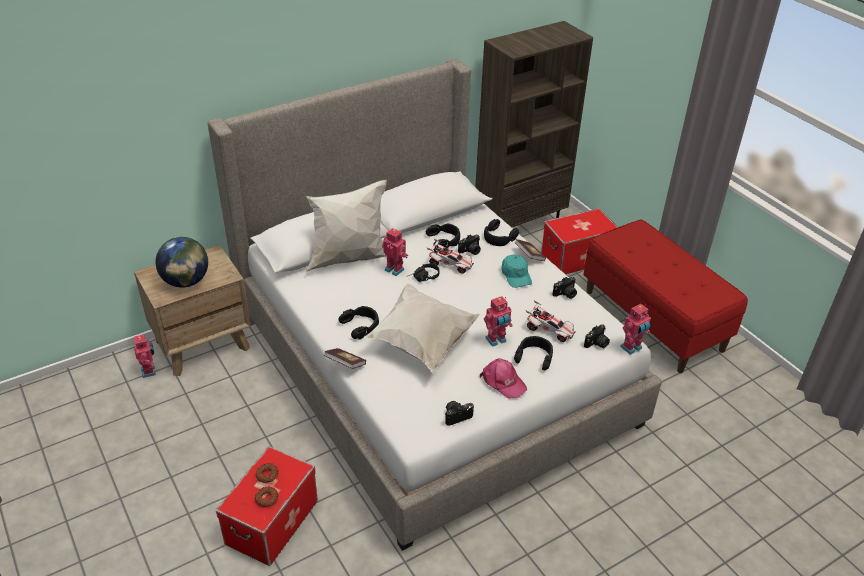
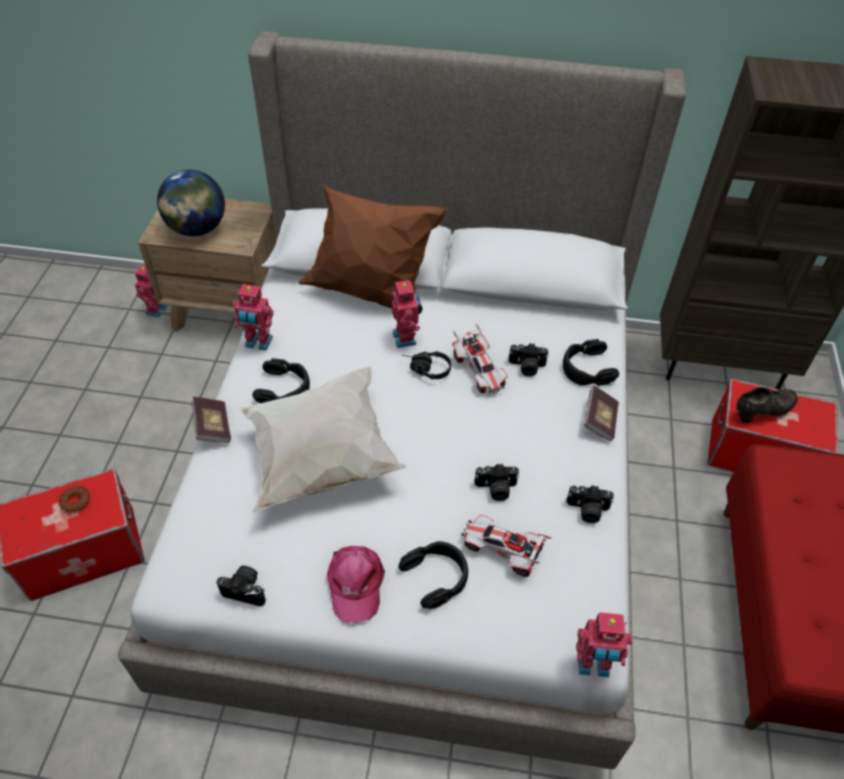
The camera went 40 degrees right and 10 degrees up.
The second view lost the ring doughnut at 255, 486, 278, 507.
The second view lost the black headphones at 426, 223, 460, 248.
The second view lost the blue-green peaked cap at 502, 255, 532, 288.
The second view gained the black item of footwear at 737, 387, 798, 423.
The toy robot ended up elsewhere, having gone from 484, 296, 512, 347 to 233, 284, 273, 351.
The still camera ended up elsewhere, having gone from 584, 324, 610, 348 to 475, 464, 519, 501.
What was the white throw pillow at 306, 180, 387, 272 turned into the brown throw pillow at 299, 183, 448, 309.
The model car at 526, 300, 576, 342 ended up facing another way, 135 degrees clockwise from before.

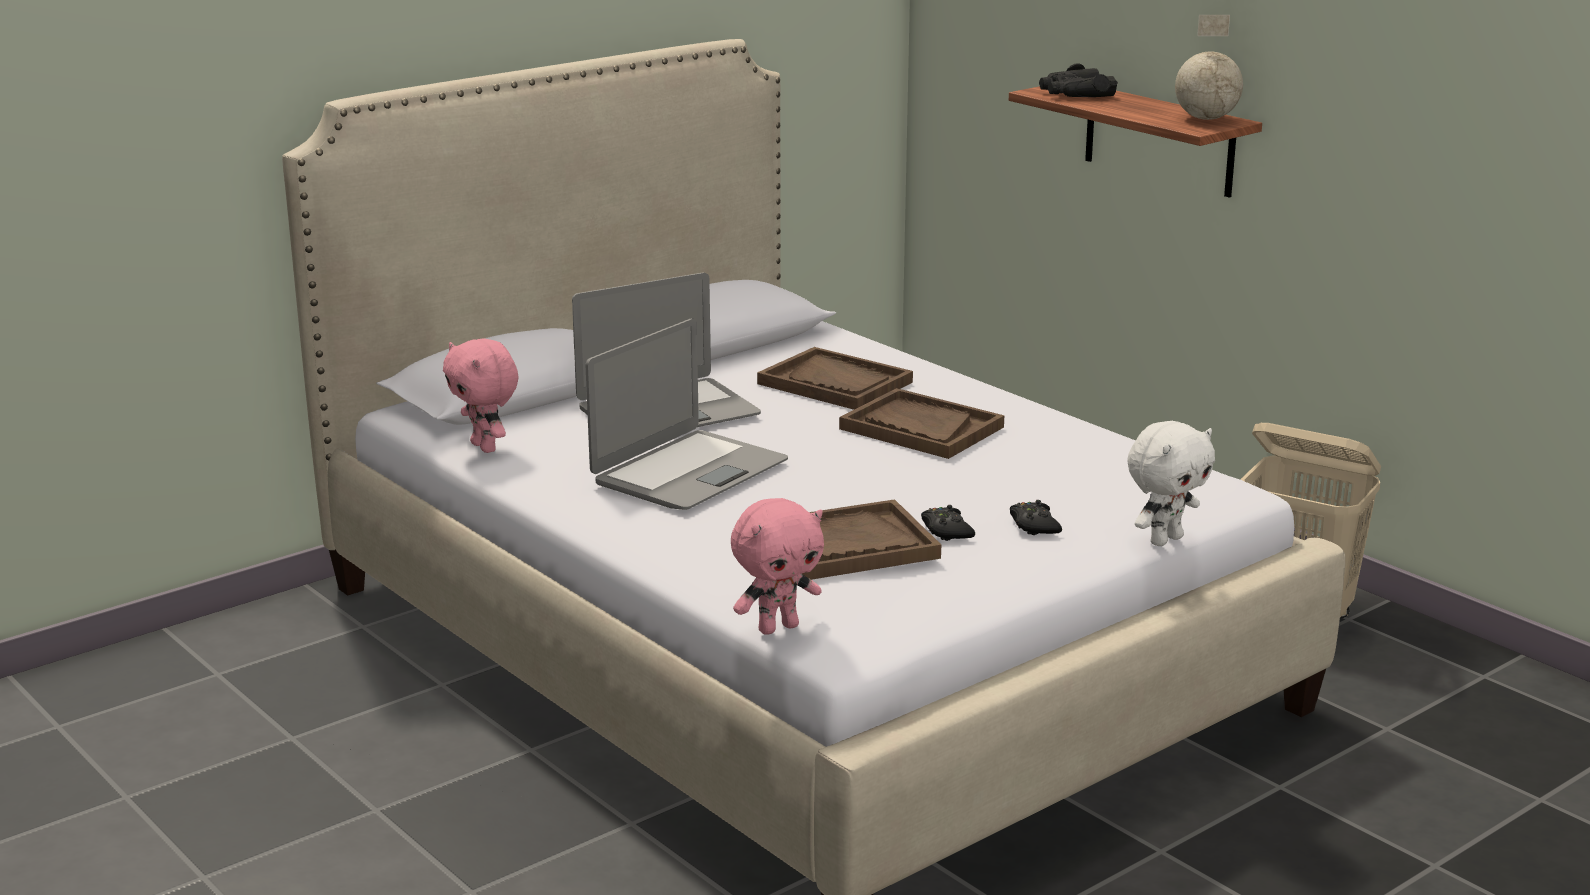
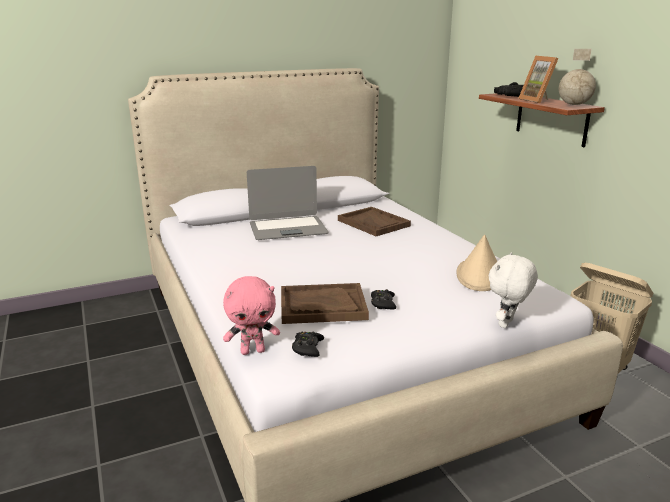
The camera went 15 degrees right and 0 degrees up.
The second view lost the pink-coloured plush toy at 443, 338, 519, 453.
The second view lost the portable computer at 585, 319, 788, 510.
The second view lost the brown tray at 839, 388, 1004, 459.
The second view gained the sand-coloured hat at 457, 235, 498, 291.
The second view gained the picture frame at 518, 56, 558, 103.
The black joypad ended up elsewhere, having gone from 1010, 500, 1062, 535 to 292, 332, 324, 357.
The white plush toy at 1127, 421, 1215, 546 ended up facing another way, 150 degrees clockwise from before.

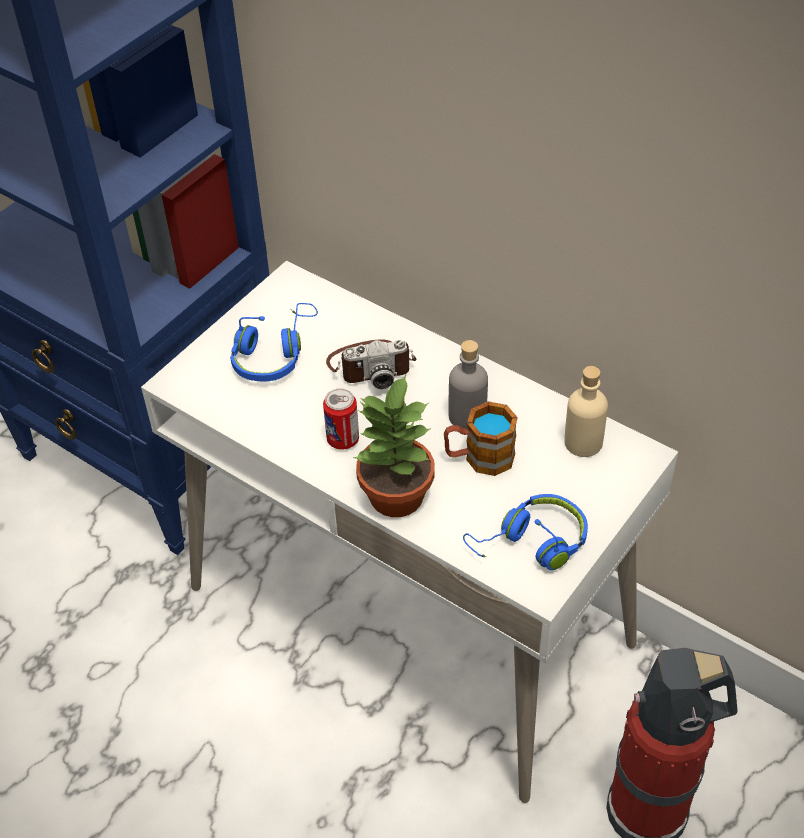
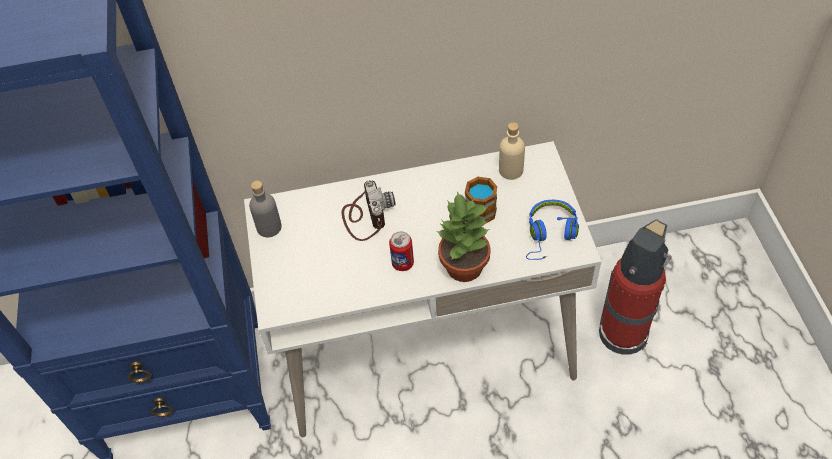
The camera went 45 degrees left and 5 degrees up.
The second view lost the bluish headphones at 230, 303, 318, 382.
The grey bottle ended up elsewhere, having gone from 448, 340, 488, 429 to 249, 181, 282, 237.
The still camera at 326, 339, 416, 389 ended up facing another way, 45 degrees counterclockwise from before.

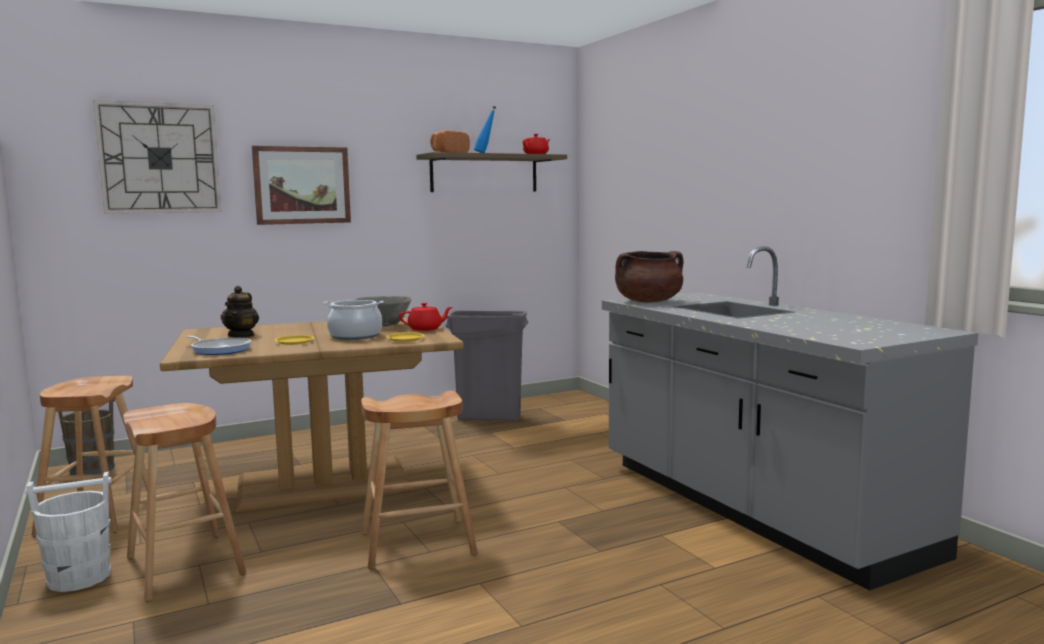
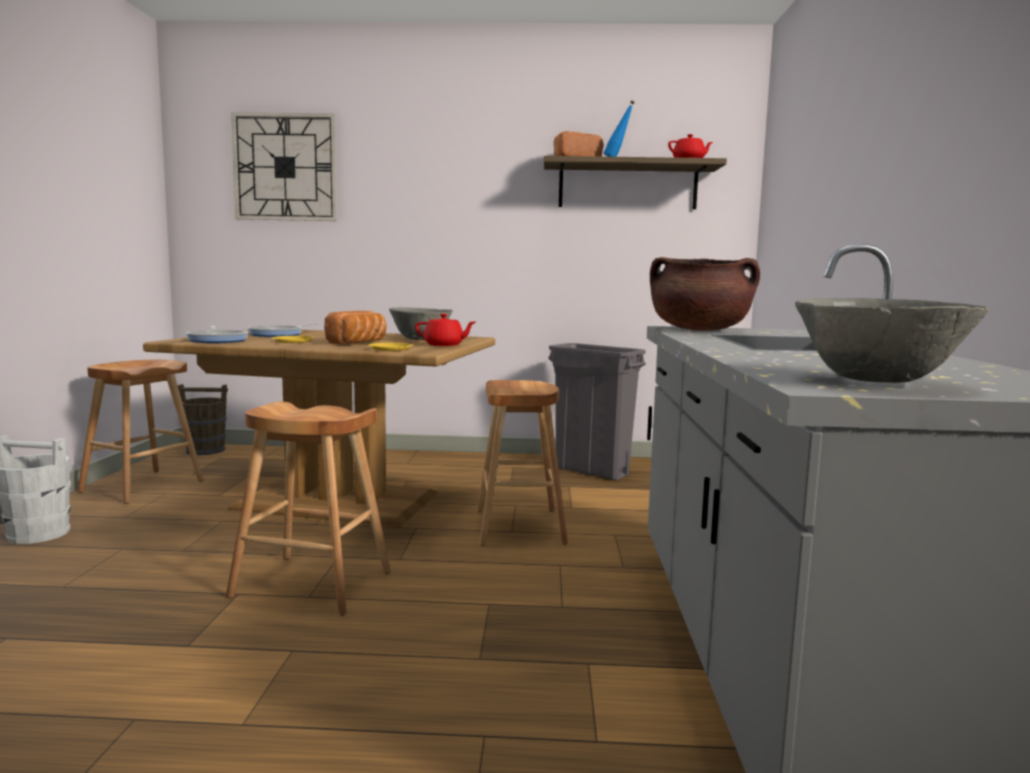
The camera went 30 degrees right and 0 degrees up.
The second view lost the wall art at 252, 146, 351, 225.
The second view gained the grey deep dish at 795, 298, 989, 383.
The brown stool seat ended up elsewhere, having gone from 123, 403, 246, 601 to 477, 380, 568, 545.
Where the teapot stood at 221, 286, 259, 338, the frying pan came to stand at 248, 323, 318, 337.
Where the cooking pot stood at 324, 300, 384, 340, the baked bread came to stand at 324, 311, 387, 344.

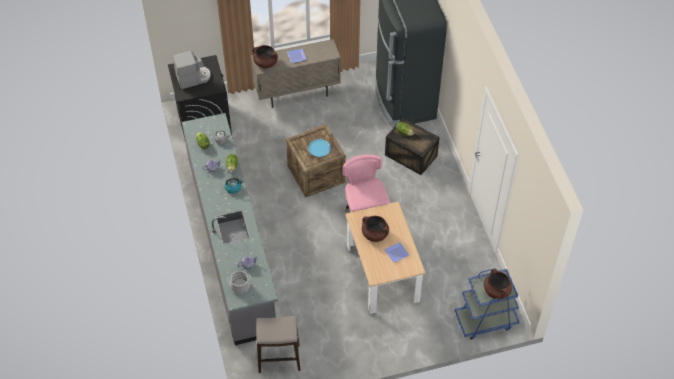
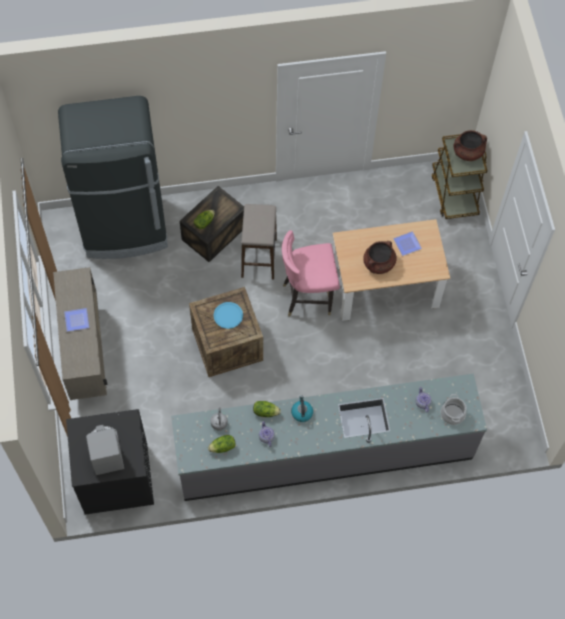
The camera went 85 degrees left and 10 degrees up.
The second view lost the brown cooking pot at 252, 45, 278, 68.
The stool seat ended up elsewhere, having gone from 256, 316, 301, 373 to 241, 204, 277, 280.
What was the bluish cart at 455, 268, 519, 339 turned into the brown cart at 432, 134, 487, 219.

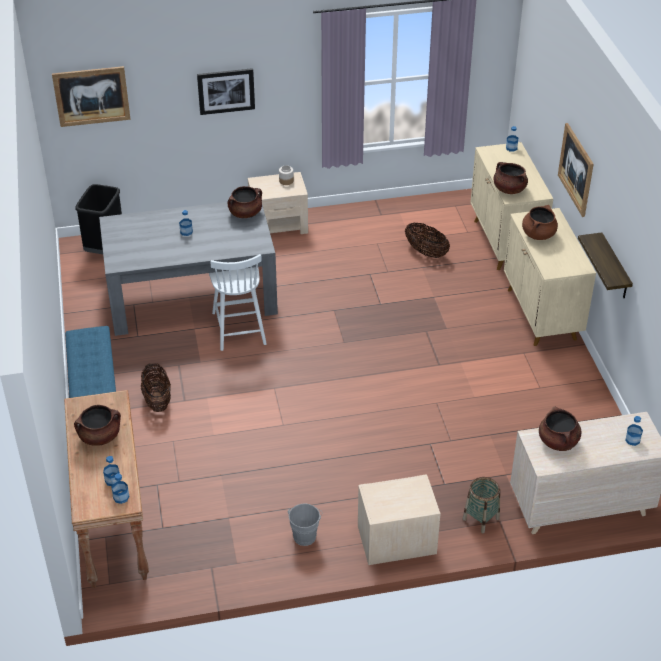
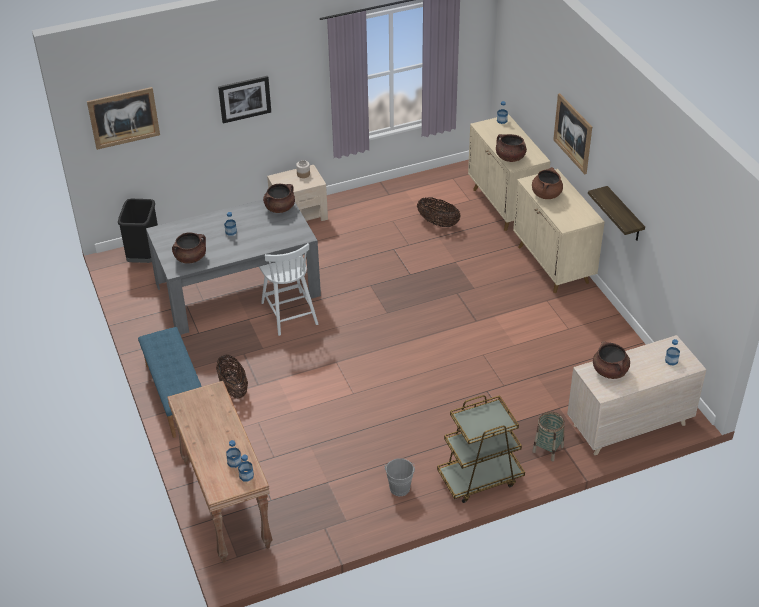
The camera went 10 degrees left and 0 degrees up.
The brown cooking pot ended up elsewhere, having gone from 74, 405, 121, 446 to 172, 233, 206, 263.
Where the sand-coloured night table stood at 358, 474, 441, 565, the brown cart came to stand at 437, 395, 525, 503.

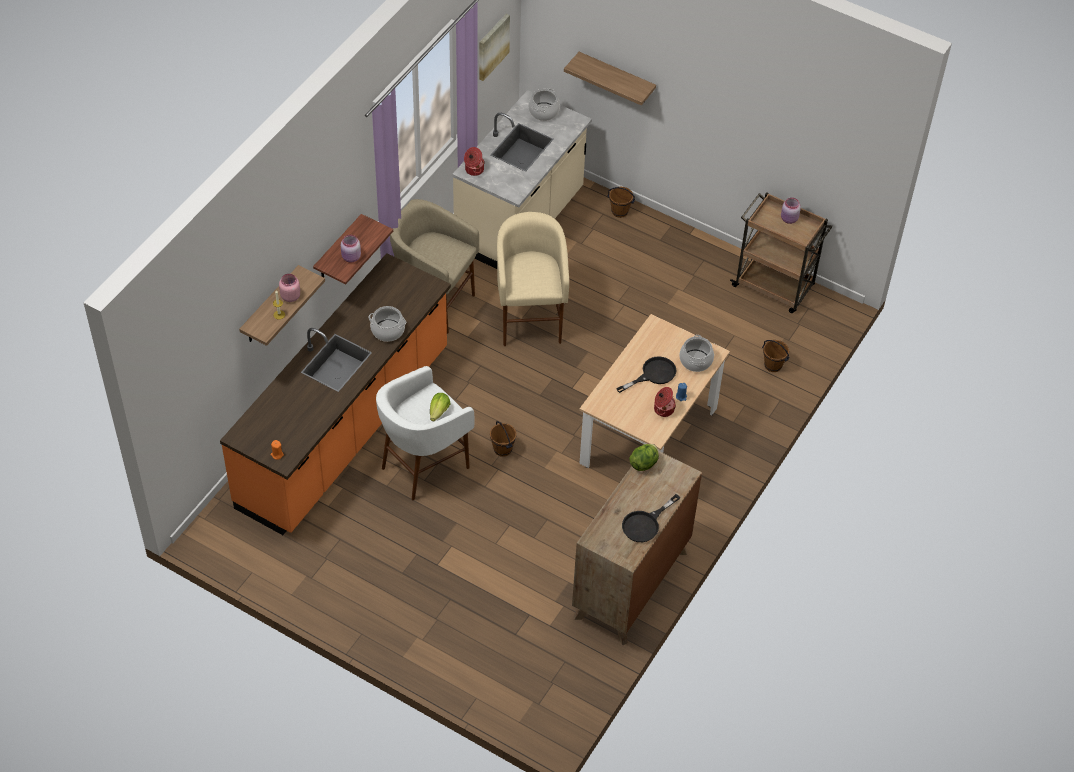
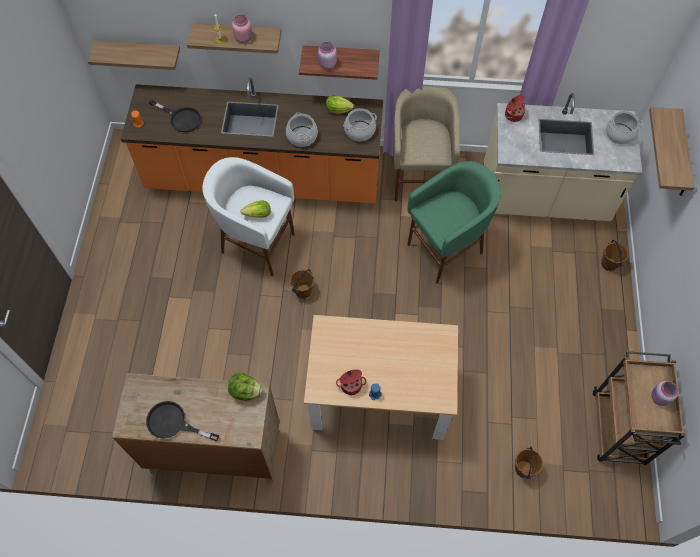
The camera went 65 degrees right and 10 degrees up.
The second view lost the wall art at 479, 14, 510, 81.
The second view gained the shelf at 88, 40, 180, 70.
The second view gained the lettuce head at 326, 95, 354, 114.
The black frying pan ended up elsewhere, having gone from 616, 356, 676, 393 to 148, 99, 201, 132.
The cooking pot ended up elsewhere, having gone from 679, 335, 714, 372 to 343, 108, 377, 141.
What was the sand-coloured stool seat at 497, 212, 569, 346 turned into the green-coloured stool seat at 407, 161, 501, 284.

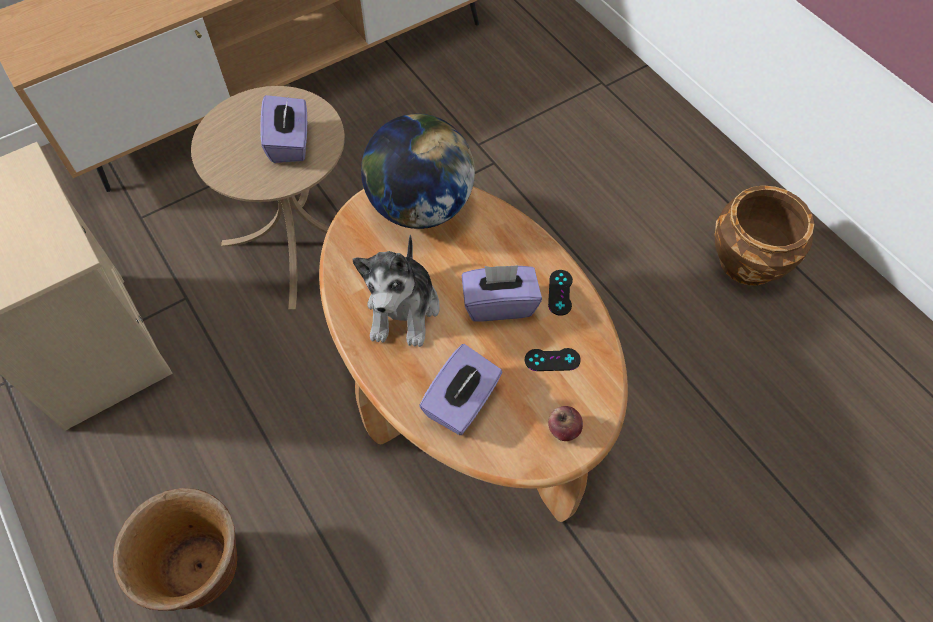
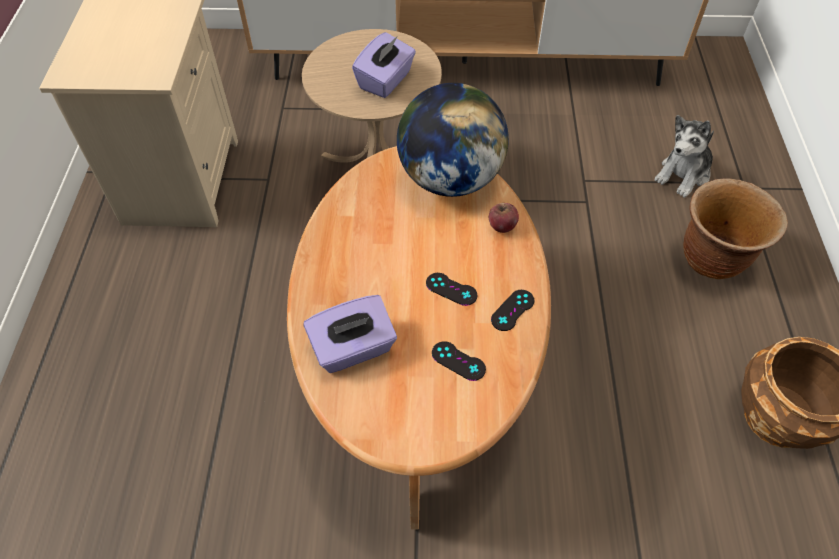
The camera went 35 degrees right and 5 degrees down.
The brown plant pot ended up elsewhere, having gone from 113, 488, 237, 611 to 683, 178, 788, 279.
The plush toy ended up elsewhere, having gone from 352, 235, 440, 347 to 654, 115, 714, 197.
The apple ended up elsewhere, having gone from 548, 406, 583, 441 to 489, 203, 519, 233.
Where the purple tissue holder stood at 462, 265, 542, 321, the black joypad came to stand at 426, 273, 477, 306.

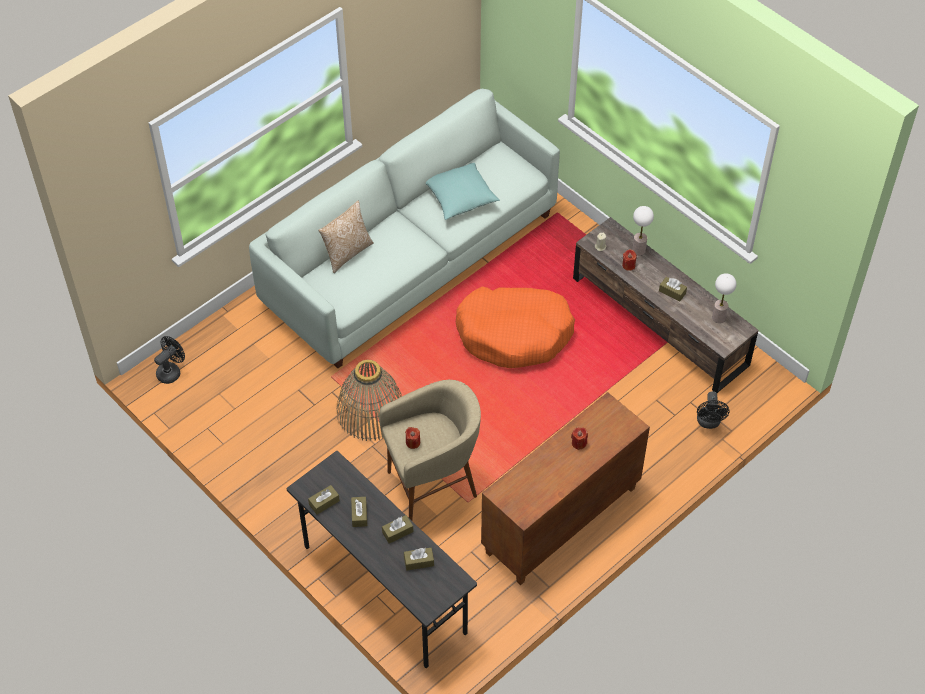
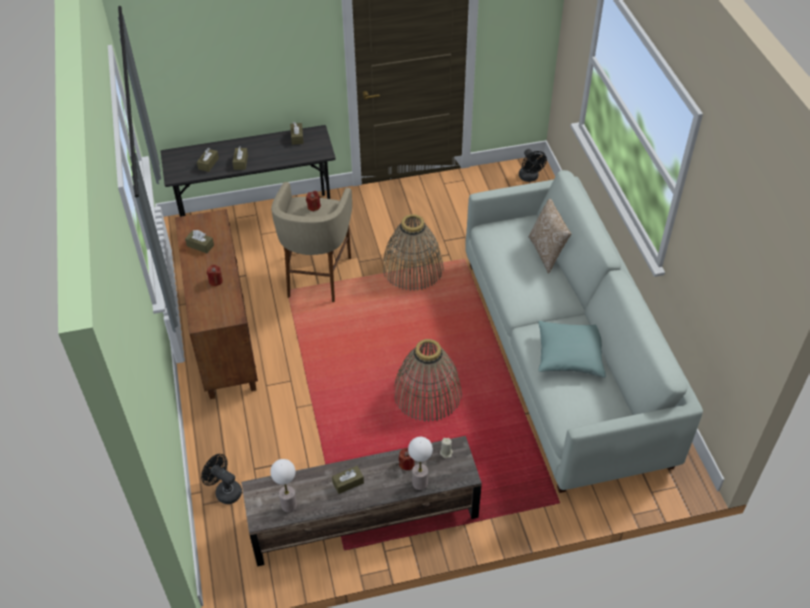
The camera went 120 degrees right and 5 degrees down.
The brown tissue holder ended up elsewhere, having gone from 351, 497, 367, 527 to 185, 230, 214, 253.
Where the orangey dog bed stood at 456, 287, 575, 368, the basket came to stand at 394, 339, 462, 422.

